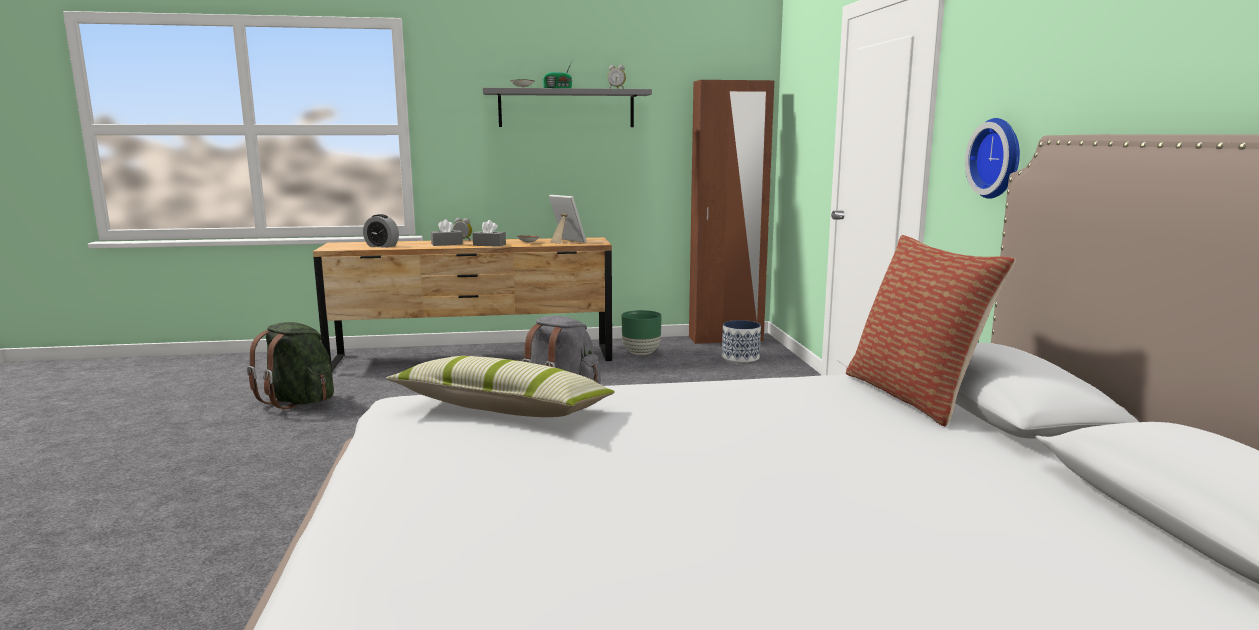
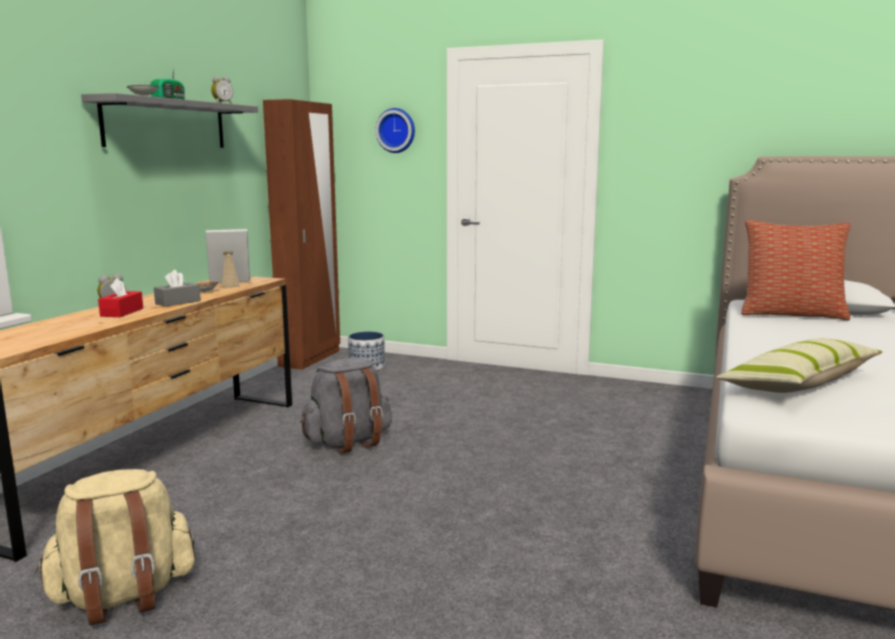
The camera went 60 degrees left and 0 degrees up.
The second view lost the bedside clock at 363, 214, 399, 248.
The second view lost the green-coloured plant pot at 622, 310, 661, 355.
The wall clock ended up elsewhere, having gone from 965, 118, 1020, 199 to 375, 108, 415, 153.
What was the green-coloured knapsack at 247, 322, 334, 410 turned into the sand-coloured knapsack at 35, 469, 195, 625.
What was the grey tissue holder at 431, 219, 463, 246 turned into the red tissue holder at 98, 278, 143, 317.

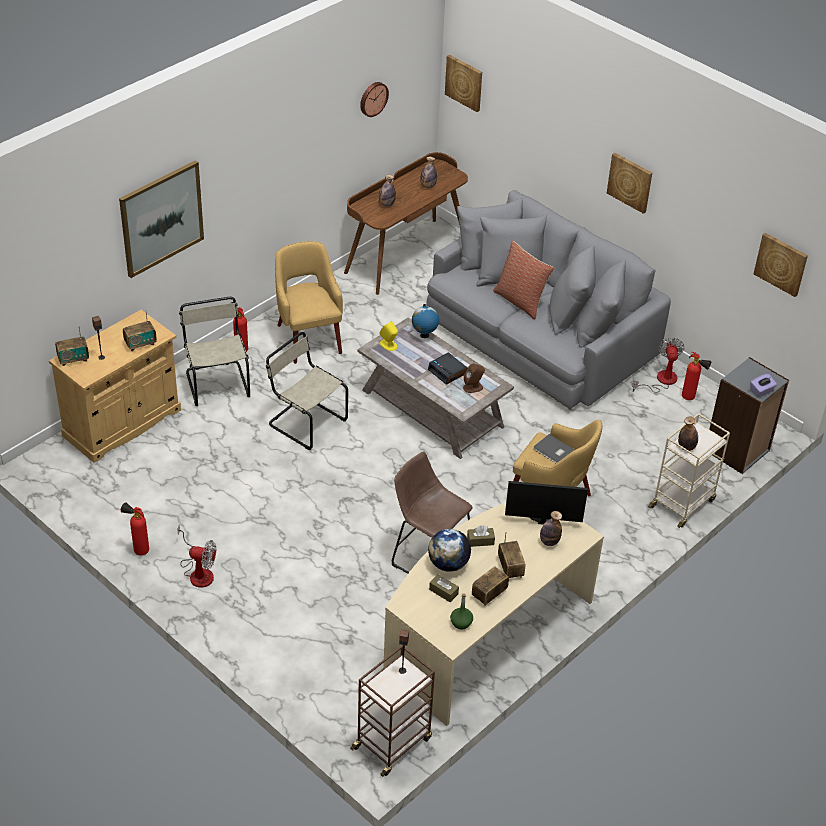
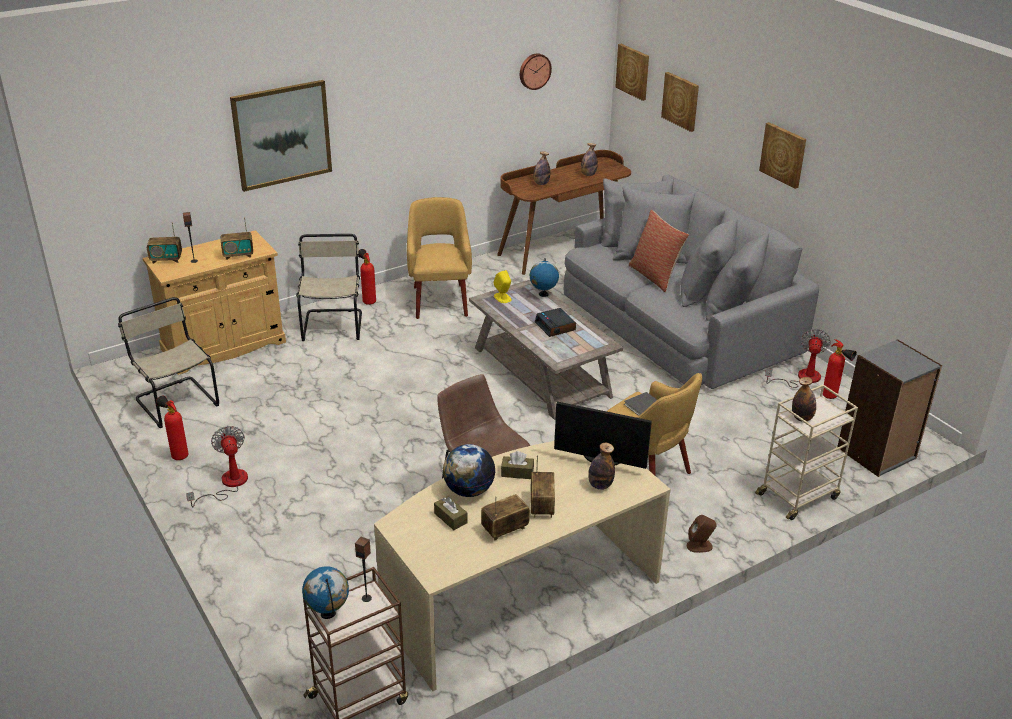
The camera went 15 degrees right and 10 degrees down.
The second view lost the green-coloured bottle at 450, 593, 473, 630.
The second view lost the purple tissue holder at 750, 374, 777, 397.
The second view gained the globe at 302, 566, 349, 619.
The sand-coloured chair ended up elsewhere, having gone from 266, 332, 348, 450 to 118, 297, 219, 428.
The brown audio speaker ended up elsewhere, having gone from 463, 363, 485, 393 to 687, 515, 717, 553.
The wall art ended up elsewhere, having gone from 754, 233, 808, 297 to 661, 72, 699, 132.
The electric fan at 177, 526, 216, 588 ended up facing another way, 135 degrees counterclockwise from before.

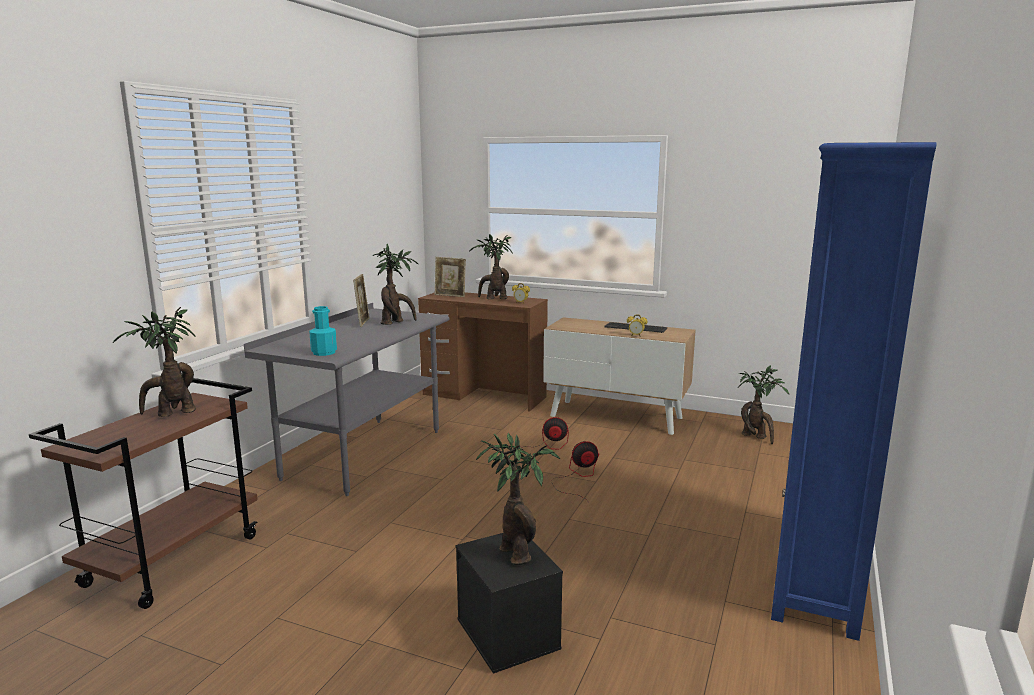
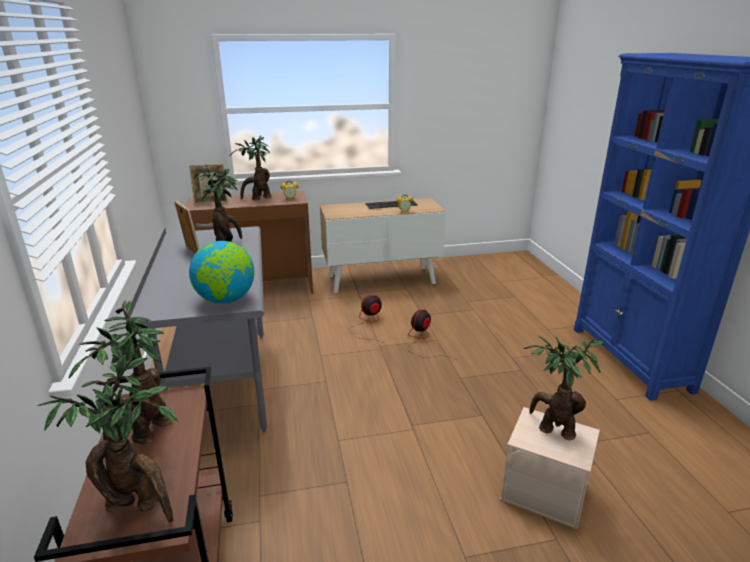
The camera went 35 degrees left and 10 degrees up.
The houseplant ended up elsewhere, having gone from 738, 365, 789, 444 to 37, 354, 178, 523.
Where the blue-green bottle stood at 309, 306, 337, 356, the globe came to stand at 189, 241, 254, 304.
What was the black storage bin at 456, 533, 563, 674 turned into the sand-coloured storage bin at 500, 407, 600, 529.

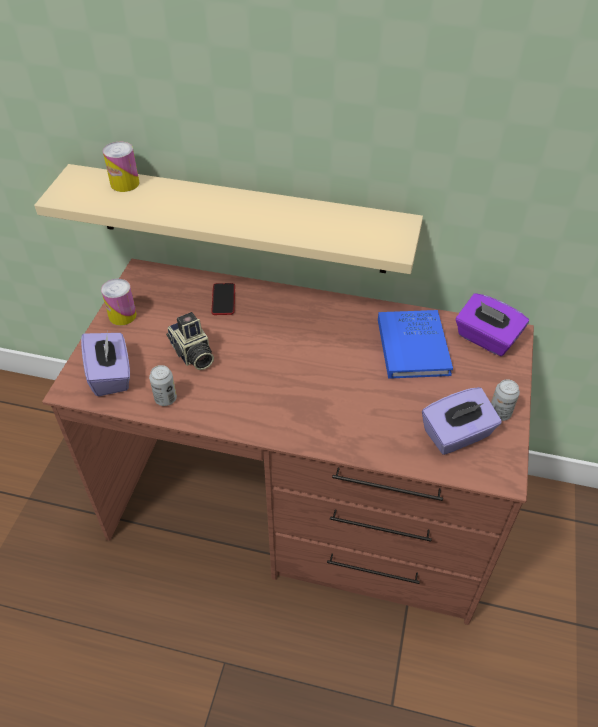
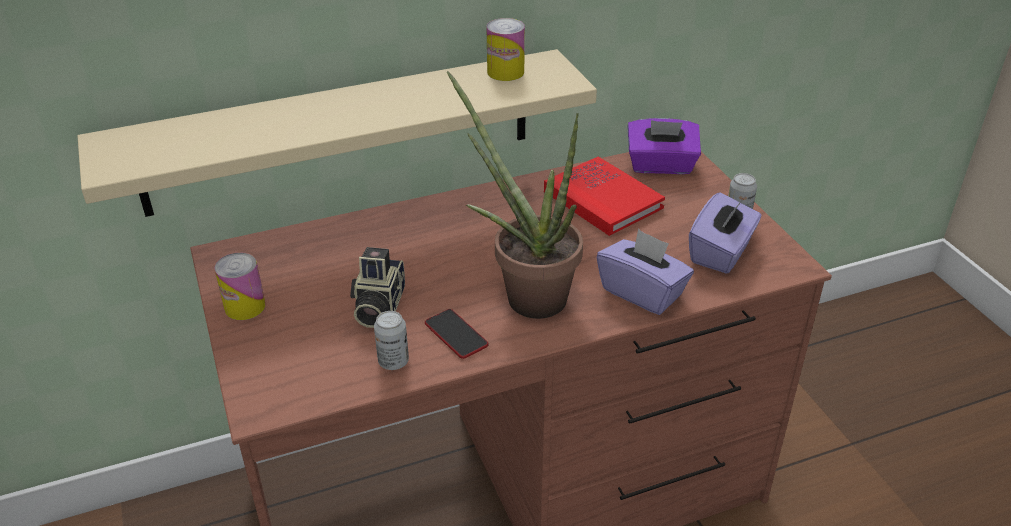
The camera went 35 degrees left and 10 degrees down.
The second view gained the houseplant at 447, 71, 583, 319.
The purple tissue holder ended up elsewhere, having gone from 81, 331, 130, 396 to 596, 229, 694, 315.
The can ended up elsewhere, having gone from 103, 142, 140, 192 to 486, 18, 525, 81.
The phone ended up elsewhere, having gone from 211, 283, 235, 315 to 425, 309, 489, 359.
What was the bluish book at 378, 310, 453, 379 turned into the red book at 544, 157, 665, 236.
The still camera at 166, 312, 214, 370 ended up facing another way, 75 degrees clockwise from before.

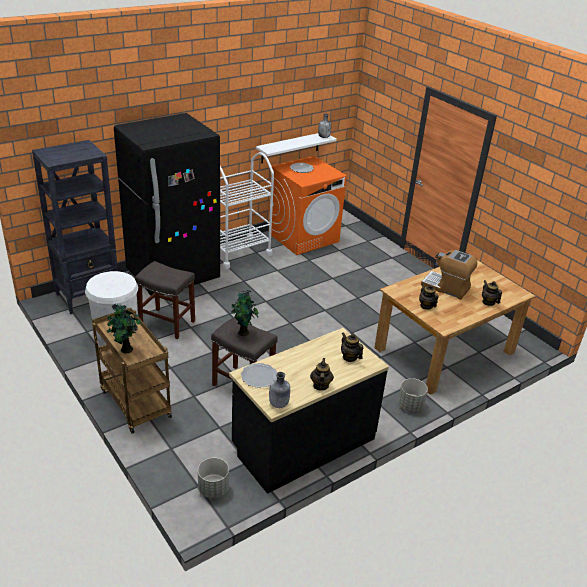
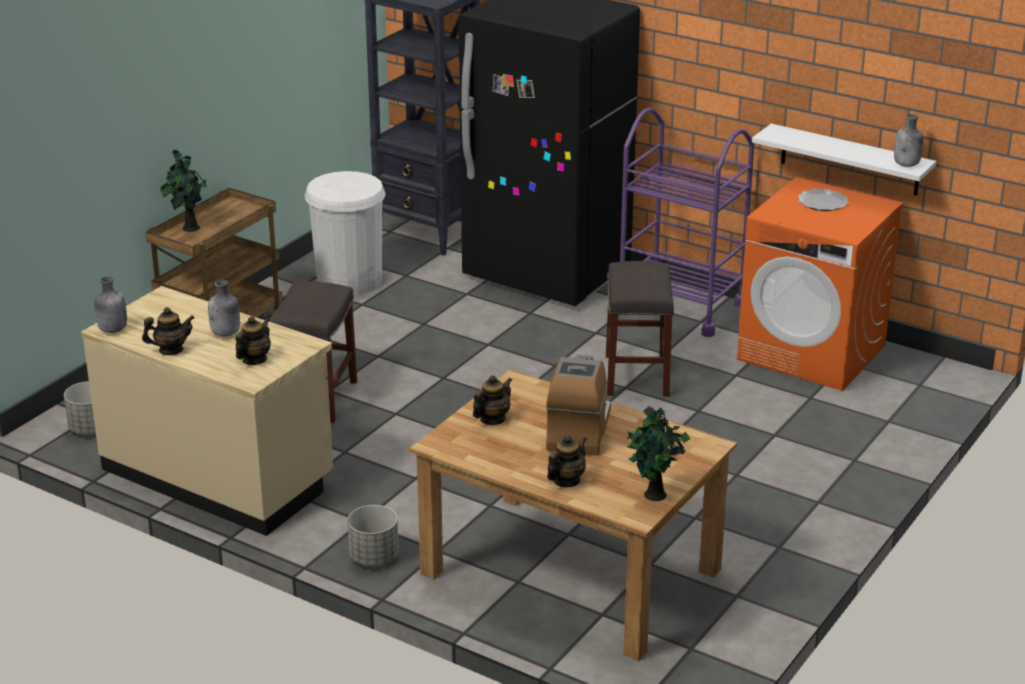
The camera went 70 degrees right and 5 degrees down.
The second view lost the dinner plate at 241, 363, 277, 388.
The second view gained the grey bottle at 208, 280, 240, 337.
The grey stool seat ended up elsewhere, having gone from 135, 261, 195, 339 to 606, 261, 674, 397.
The houseplant ended up elsewhere, having gone from 231, 290, 259, 336 to 627, 406, 690, 501.
What was the white cart at 220, 152, 274, 269 turned into the purple cart at 620, 108, 754, 337.
What was the black kitchen base unit at 229, 328, 389, 494 turned into the sand-coloured kitchen base unit at 81, 286, 333, 536.

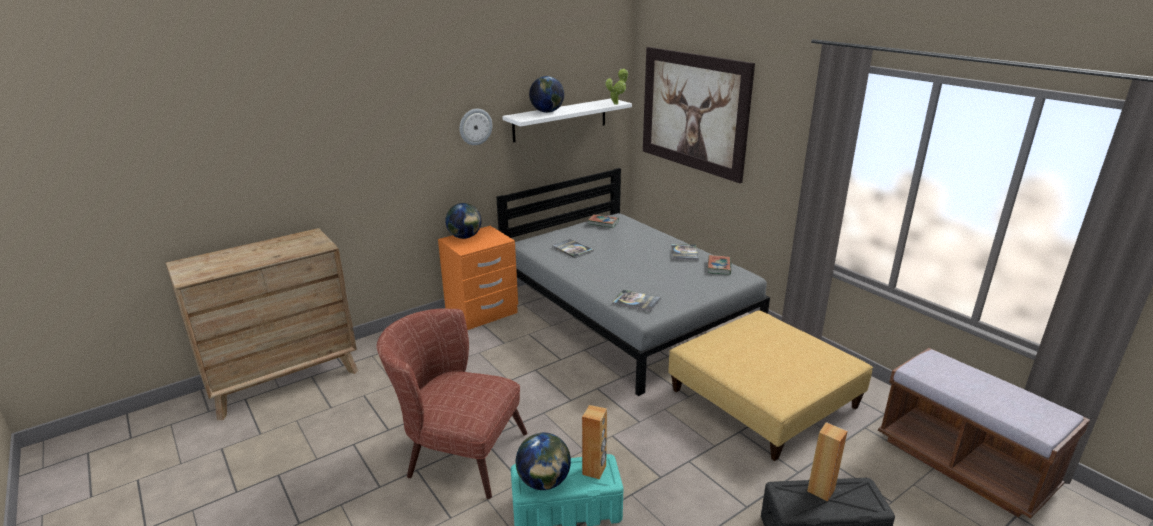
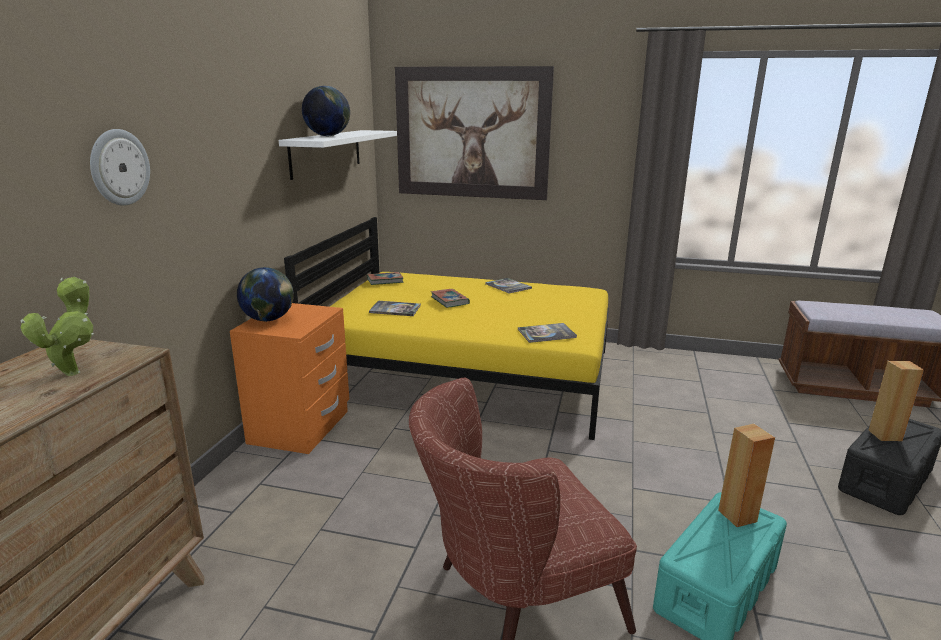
The camera went 40 degrees left and 5 degrees down.
The second view lost the globe at 515, 433, 571, 490.
The second view lost the sand-coloured pouffe at 668, 310, 873, 461.
The wall clock ended up elsewhere, having gone from 460, 109, 492, 145 to 90, 129, 150, 206.
The houseplant ended up elsewhere, having gone from 605, 69, 628, 105 to 21, 277, 94, 376.
The book ended up elsewhere, having gone from 708, 255, 731, 275 to 431, 289, 470, 308.
What was the grey bedroom bed at 496, 168, 770, 396 turned into the yellow-coloured bedroom bed at 284, 217, 609, 440.

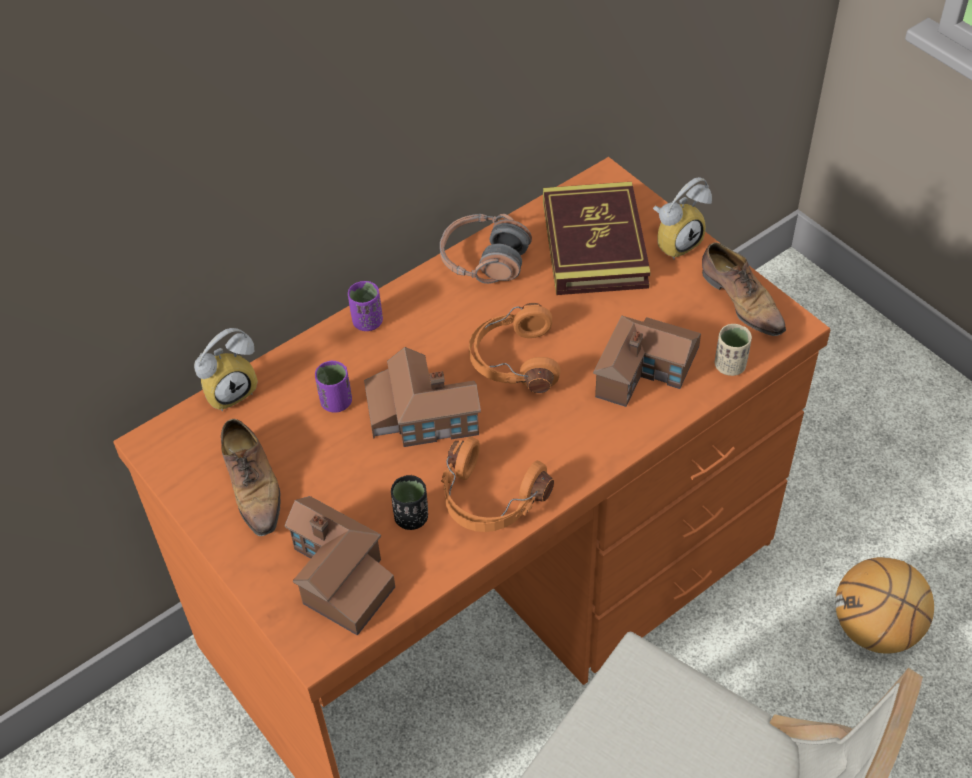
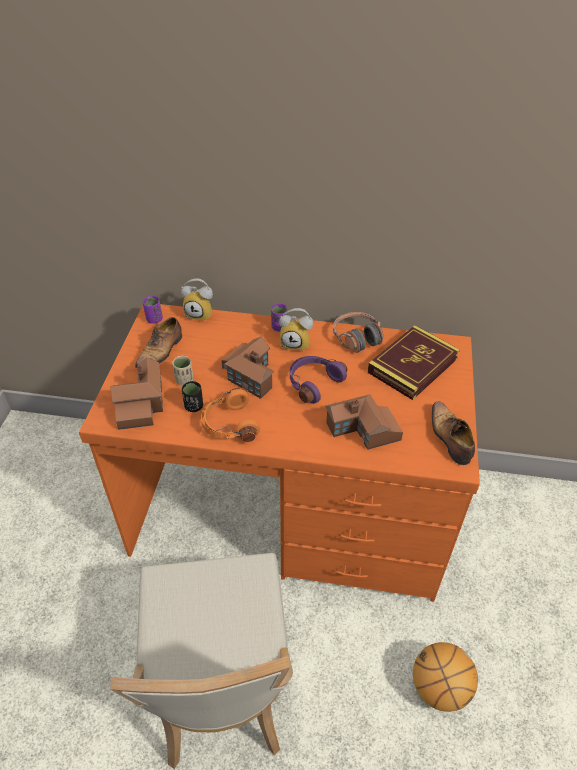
The camera went 45 degrees right and 5 degrees down.
The purple drinking cup ended up elsewhere, having gone from 315, 361, 352, 412 to 143, 296, 163, 324.
The bedside clock ended up elsewhere, having gone from 653, 177, 712, 259 to 279, 308, 313, 352.
The sand-coloured drinking cup ended up elsewhere, having gone from 715, 324, 752, 376 to 172, 356, 193, 386.
What was the orangey headphones at 469, 303, 560, 393 turned into the purple headphones at 290, 356, 347, 404.
The item of footwear at 702, 242, 786, 336 ended up facing another way, 150 degrees clockwise from before.

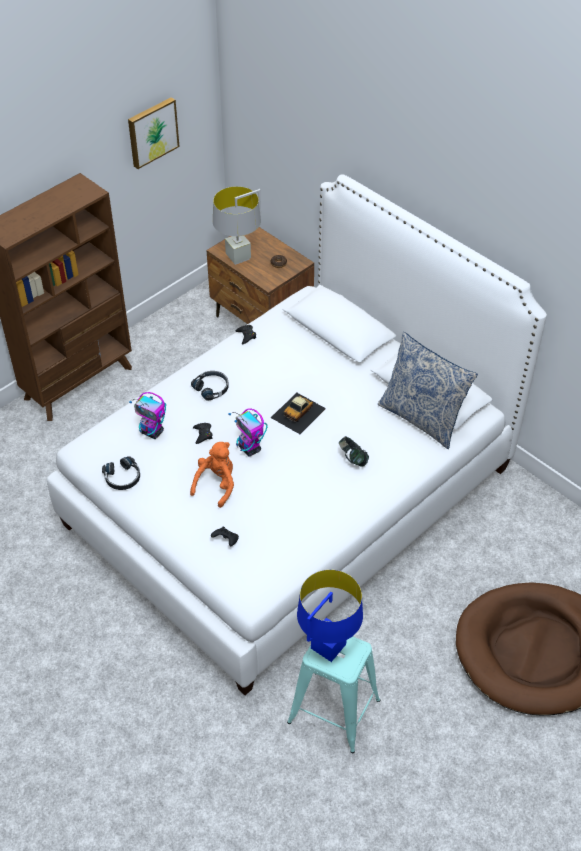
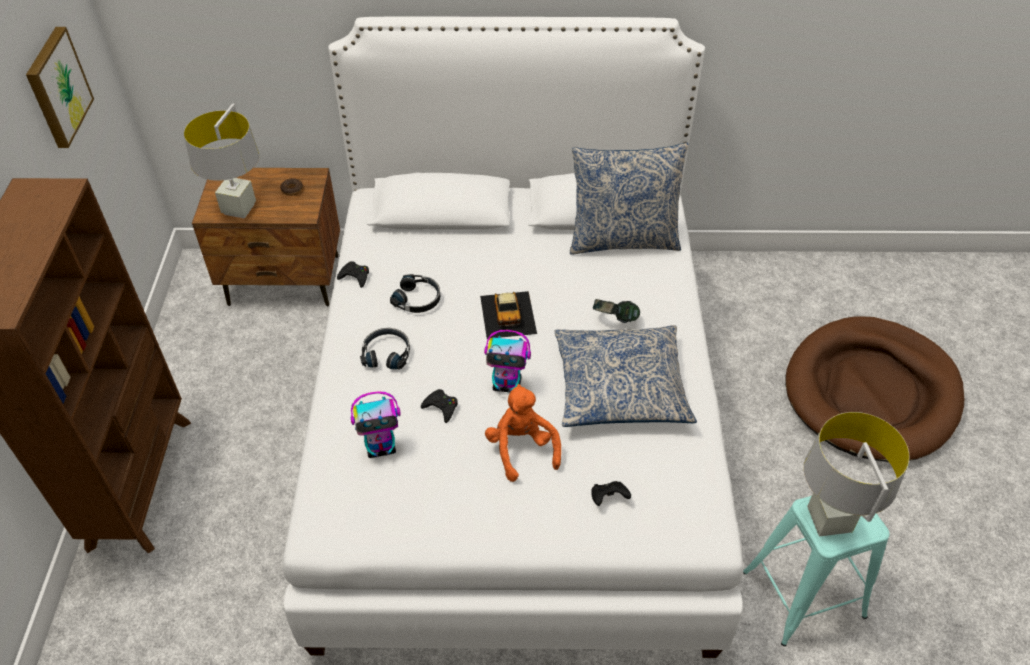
The camera went 45 degrees left and 0 degrees up.
The second view gained the throw pillow at 554, 325, 697, 427.
The black headphones ended up elsewhere, having gone from 102, 456, 140, 490 to 390, 274, 440, 313.
What was the bluish lamp for a table at 297, 569, 363, 662 turned into the grey lamp for a table at 804, 412, 909, 537.

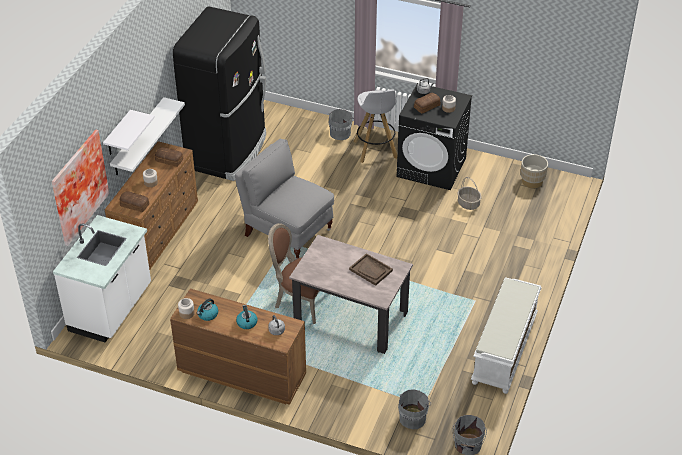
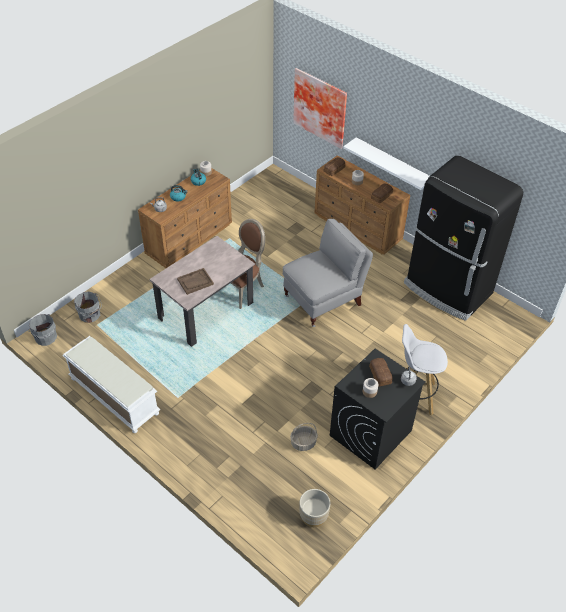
The camera went 110 degrees right and 5 degrees up.
The second view lost the white kitchen base unit at 53, 215, 151, 343.
The second view lost the white shelf at 103, 110, 155, 155.
The second view lost the grey water bucket at 328, 109, 354, 140.

